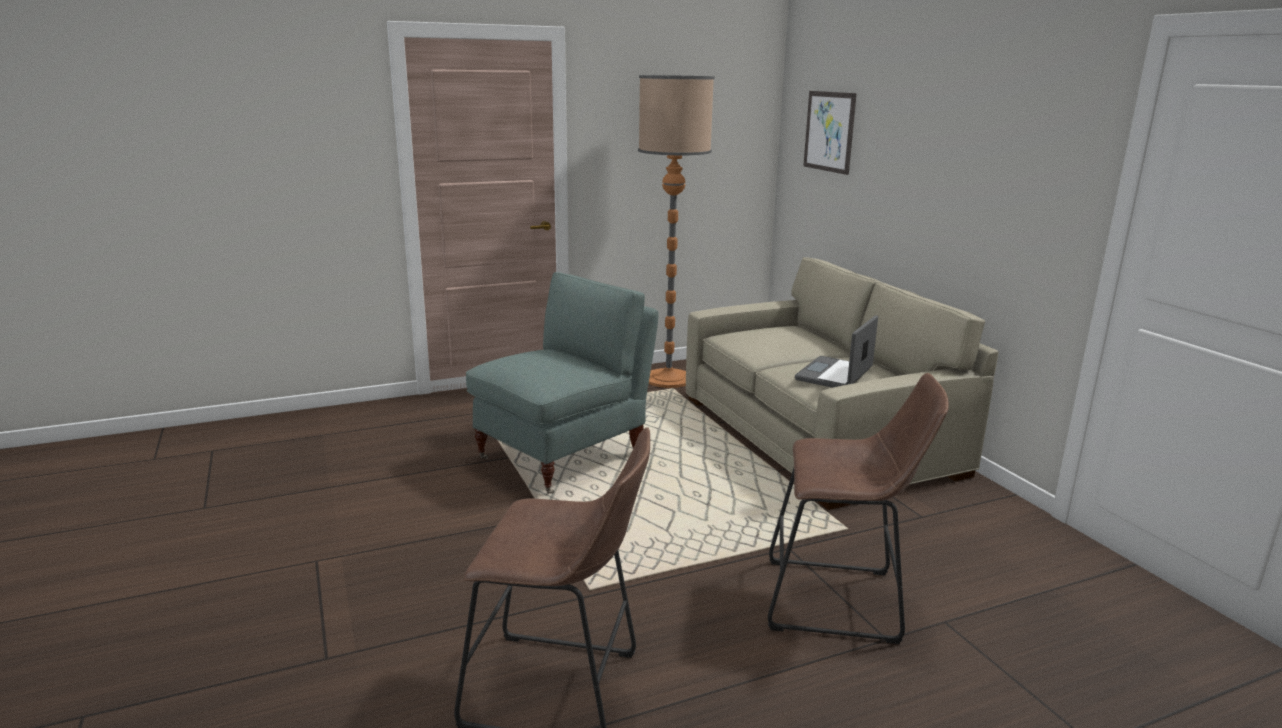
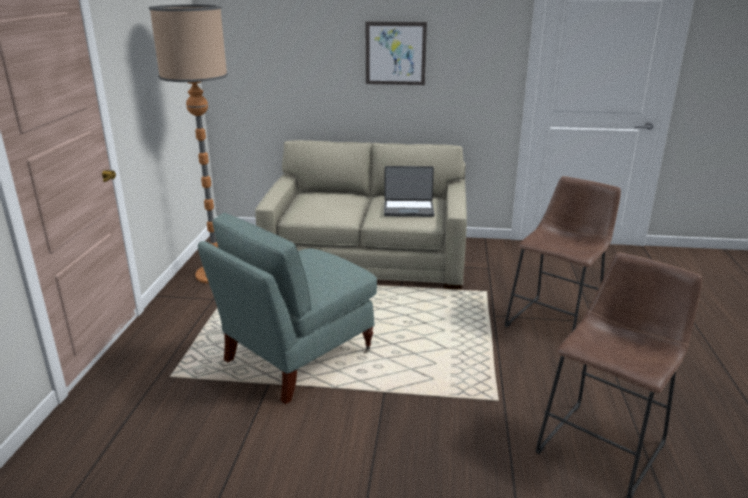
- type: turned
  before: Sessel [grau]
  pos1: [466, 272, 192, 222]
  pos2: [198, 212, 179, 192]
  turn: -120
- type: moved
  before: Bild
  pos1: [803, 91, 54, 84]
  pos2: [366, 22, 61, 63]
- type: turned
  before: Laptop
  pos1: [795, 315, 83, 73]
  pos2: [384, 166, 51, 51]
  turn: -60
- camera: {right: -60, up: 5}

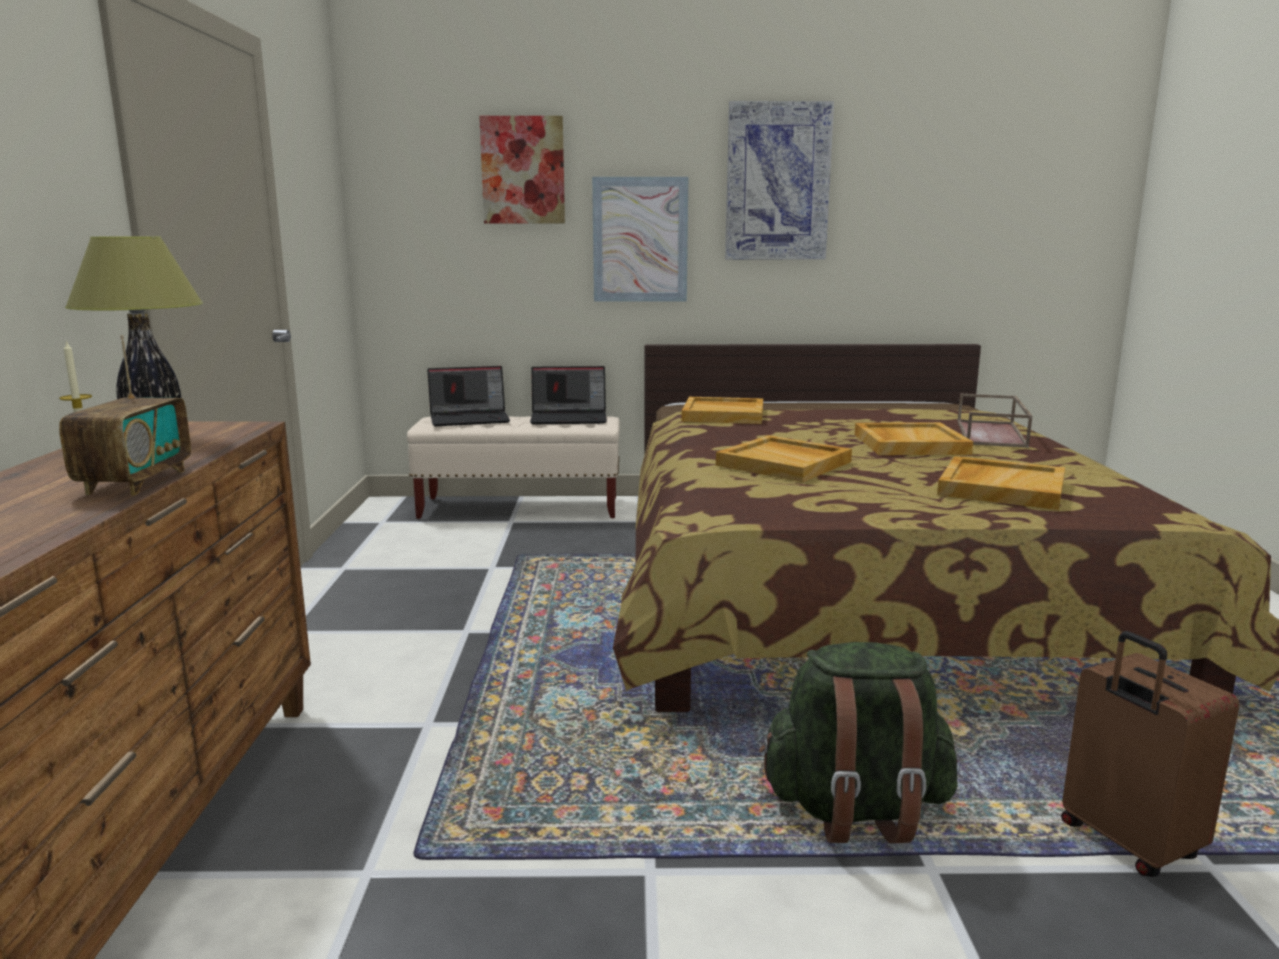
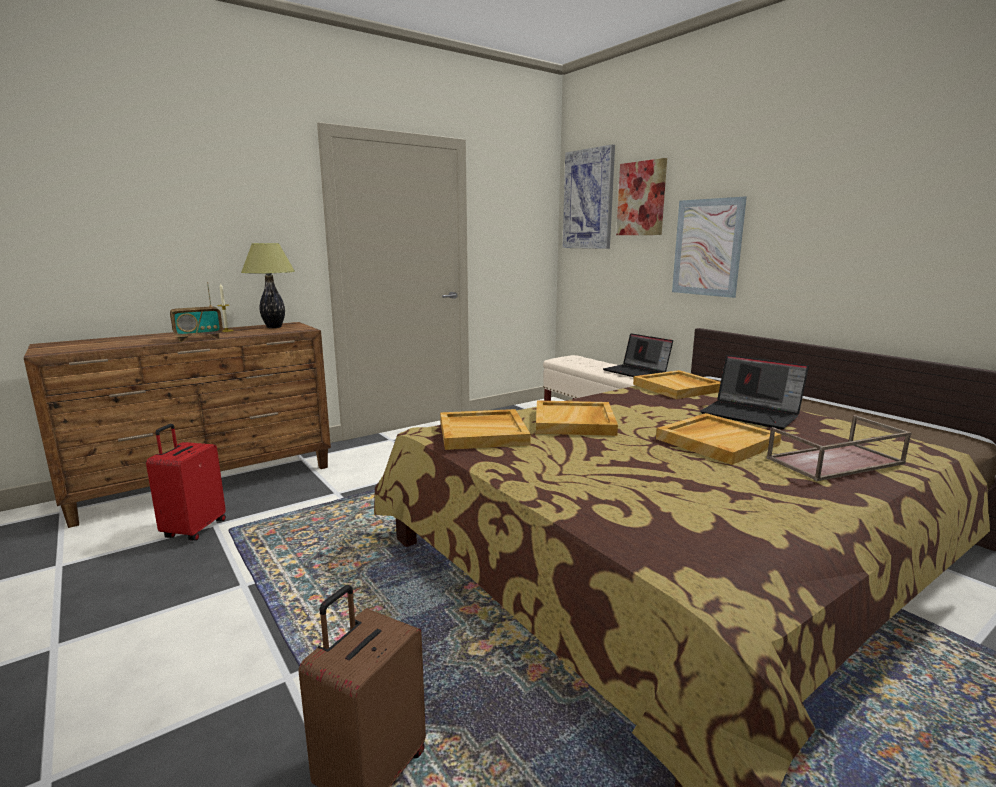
- type: added
  after: Koffer [rot]
  pos2: [146, 424, 80, 117]
- type: moved
  before: Tablett [beige]
  pos1: [937, 456, 128, 54]
  pos2: [440, 409, 91, 41]
- type: moved
  before: Bild
  pos1: [725, 101, 109, 159]
  pos2: [562, 144, 53, 105]
- type: moved
  before: Laptop
  pos1: [427, 366, 83, 60]
  pos2: [700, 355, 109, 74]
- type: removed
  before: Rucksack [grün]
  pos1: [759, 642, 199, 202]
- camera: {right: 55, up: 0}

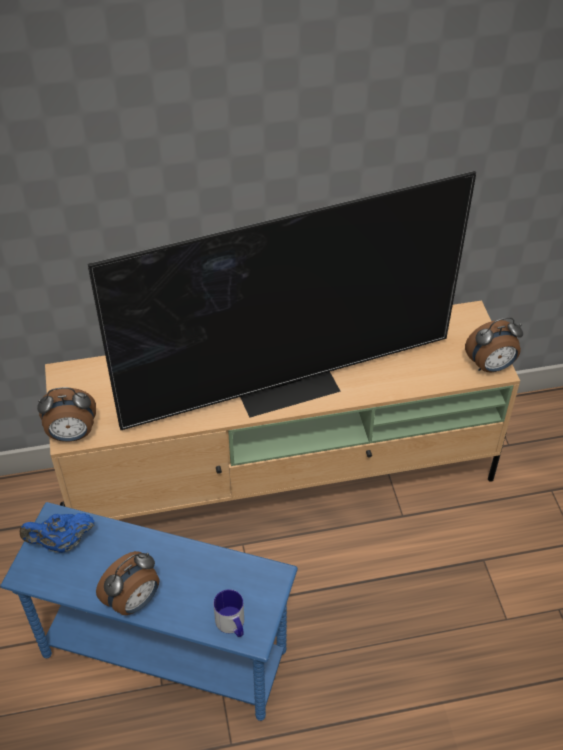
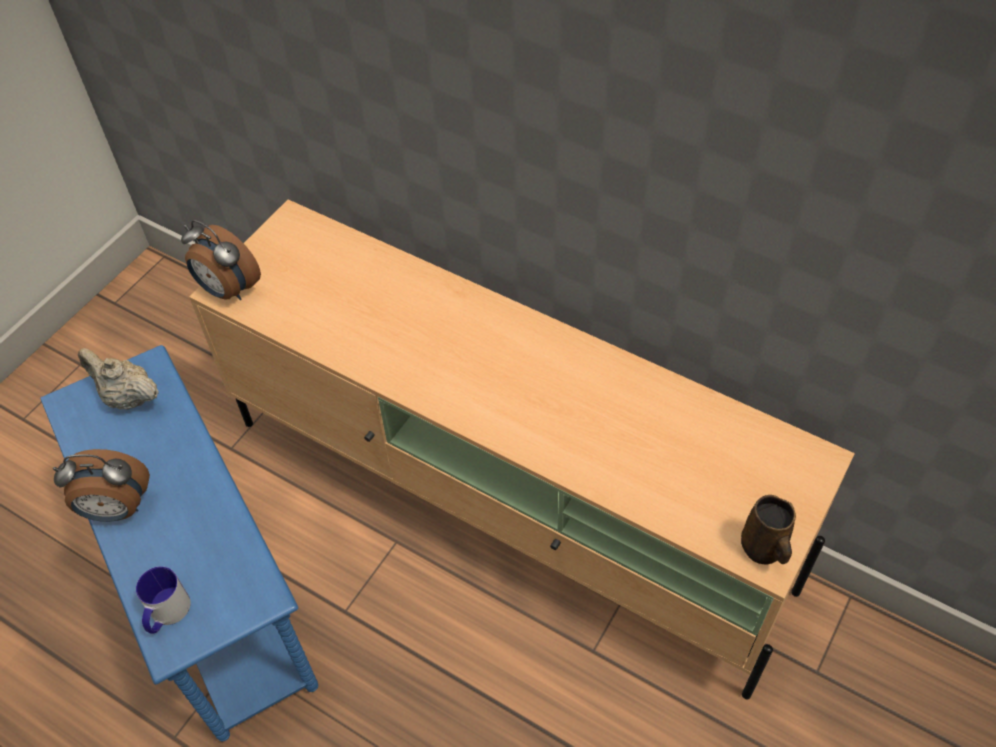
- type: recoloured
  before: Teekanne [blau]
  after: Teekanne [beige]
  pos1: [19, 513, 75, 40]
  pos2: [78, 348, 81, 62]
- type: replaced
  before: Wecker
  after: Henkelbecher [braun]
  pos1: [465, 317, 58, 55]
  pos2: [741, 495, 55, 70]
- type: removed
  before: Fernseher
  pos1: [88, 171, 388, 259]
- camera: {right: 45, up: 5}

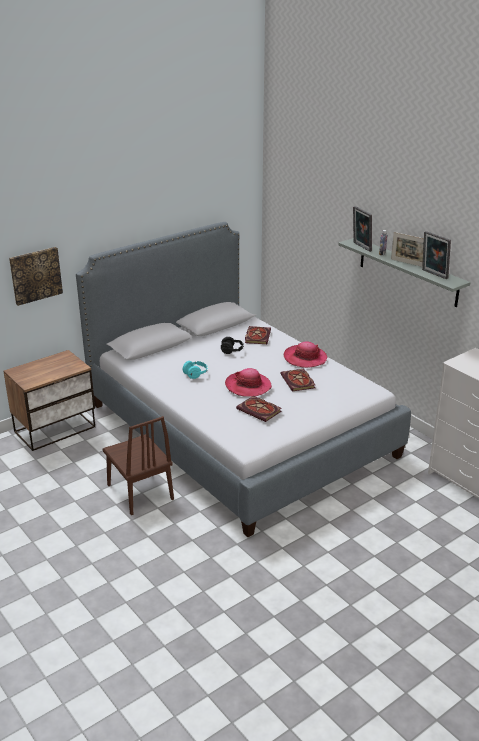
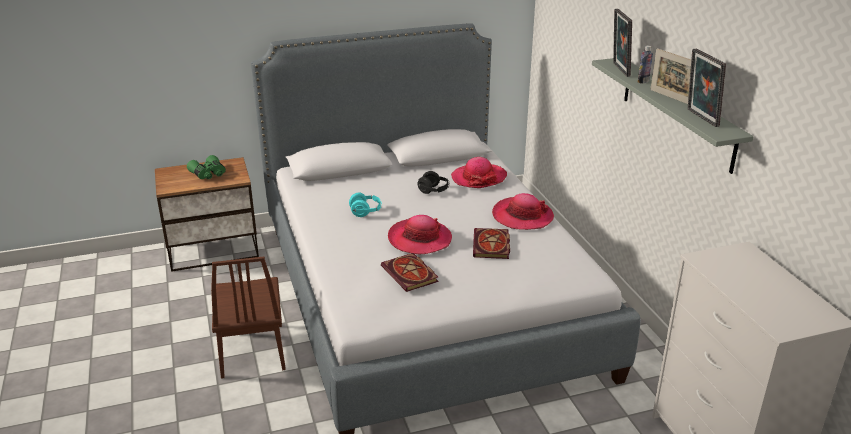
- type: added
  after: Fernglas [grün]
  pos2: [187, 155, 39, 24]
- type: replaced
  before: Buch
  after: Hut
  pos1: [245, 326, 26, 18]
  pos2: [451, 157, 56, 31]
- type: removed
  before: Bild
  pos1: [9, 247, 54, 59]
- camera: {right: 20, up: 0}

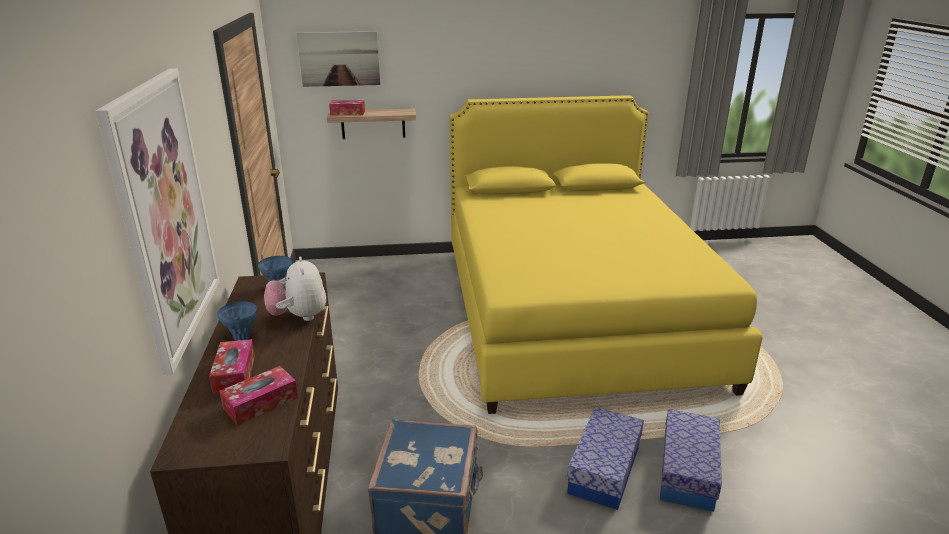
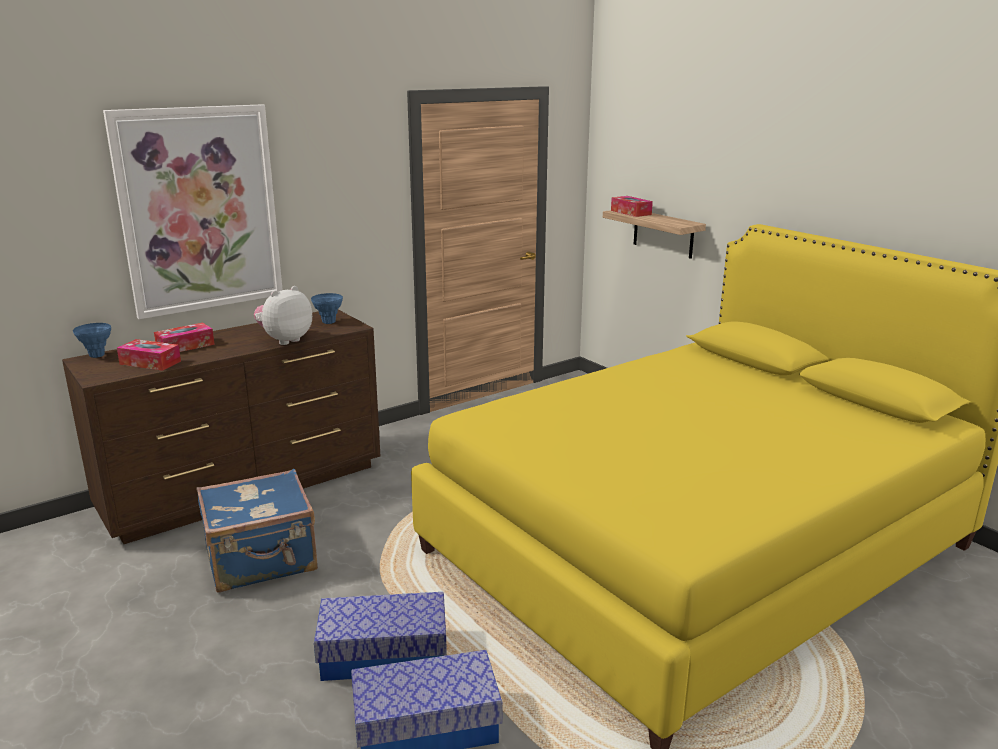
- type: moved
  before: Vase [blau]
  pos1: [217, 301, 40, 40]
  pos2: [73, 323, 38, 35]
- type: removed
  before: Bild
  pos1: [297, 31, 83, 56]
- camera: {right: 60, up: -5}

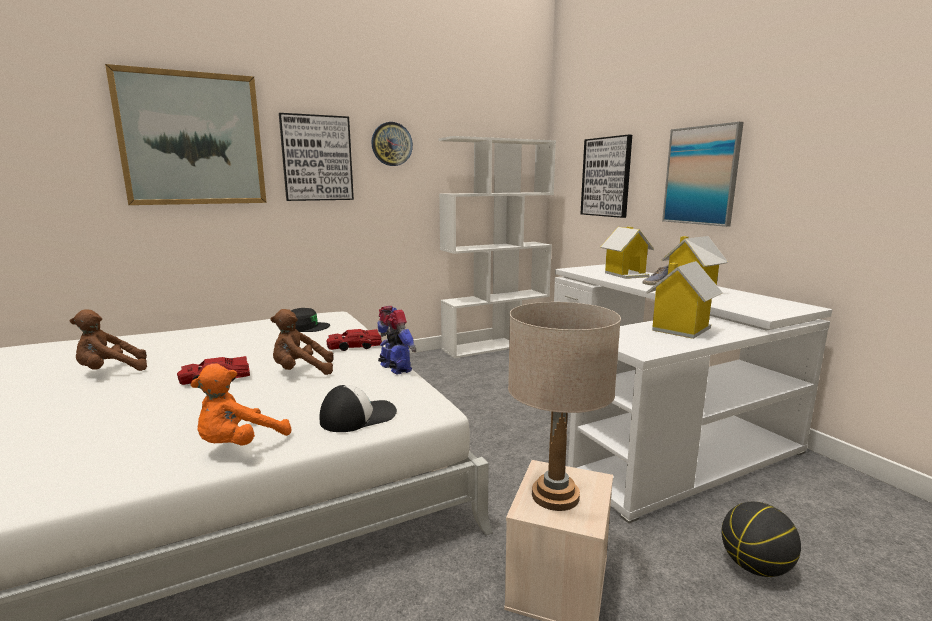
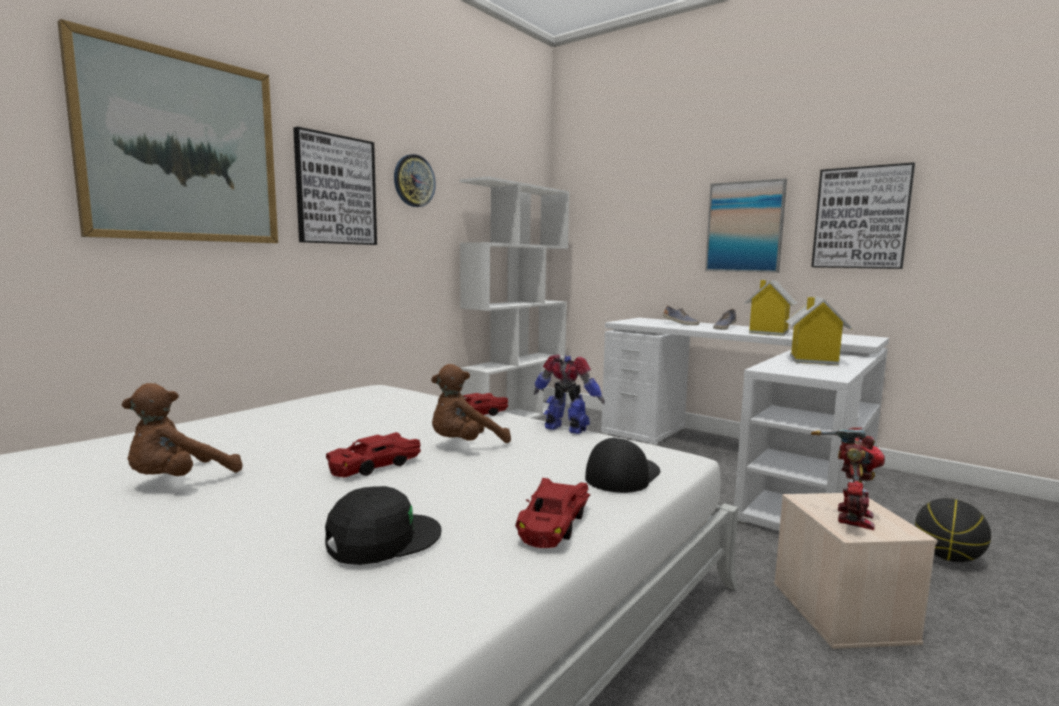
- type: moved
  before: Kappe [schwarz]
  pos1: [291, 308, 39, 24]
  pos2: [325, 486, 116, 79]
- type: replaced
  before: Plüschtier [orange]
  after: Spielzeugauto [rot]
  pos1: [191, 363, 100, 82]
  pos2: [515, 478, 75, 70]
- type: replaced
  before: Spielzeughaus
  after: Schuh
  pos1: [601, 227, 53, 52]
  pos2: [663, 305, 37, 20]
- type: moved
  before: Bild
  pos1: [580, 135, 52, 83]
  pos2: [811, 162, 104, 107]
- type: replaced
  before: Tischlampe [beige]
  after: Spielzeugroboter
  pos1: [508, 302, 113, 209]
  pos2: [811, 427, 74, 103]
- camera: {right: -25, up: -5}

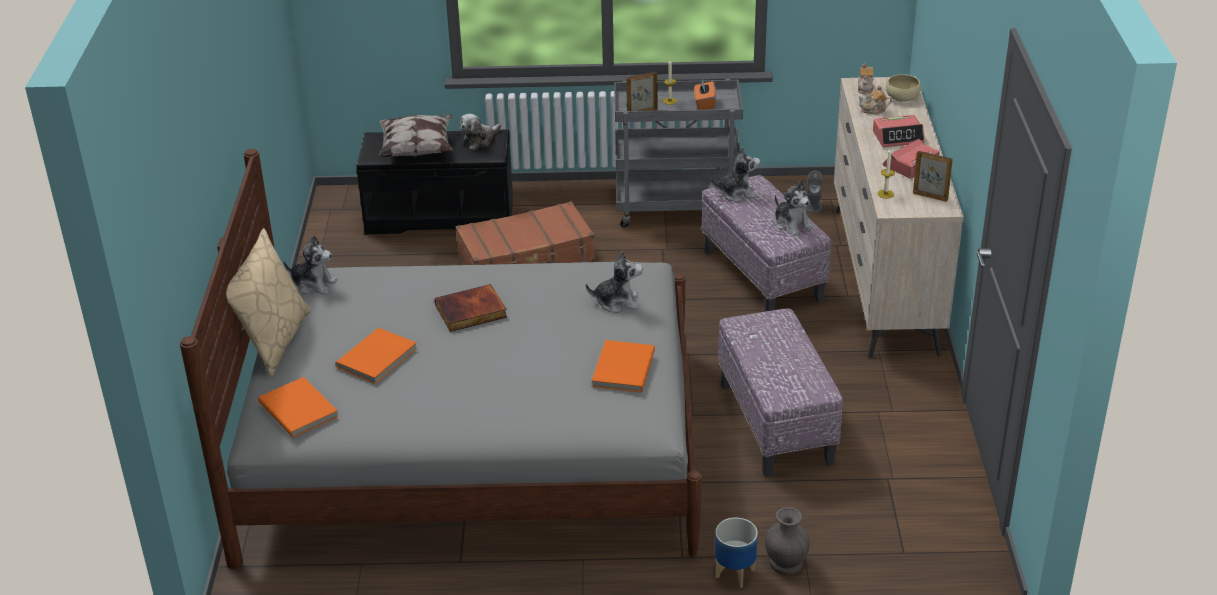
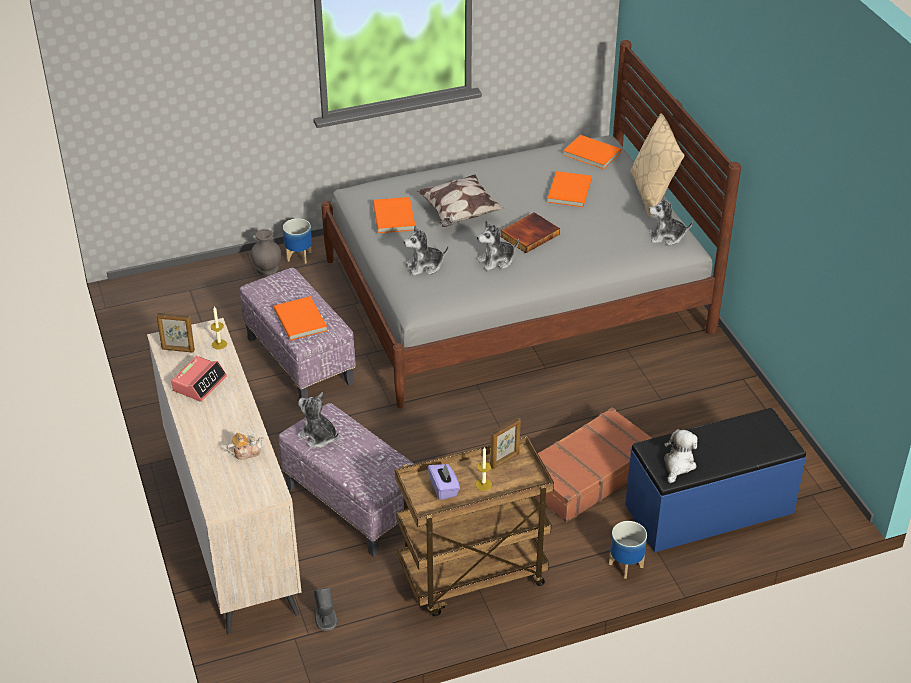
- type: added
  after: Buch [orange]
  pos2: [274, 296, 53, 44]
- type: recoloured
  before: Rollwagen [grau]
  after: Rollwagen [braun]
  pos1: [614, 79, 129, 149]
  pos2: [395, 436, 159, 180]
- type: moved
  before: Kissen
  pos1: [379, 114, 74, 43]
  pos2: [417, 174, 88, 53]
- type: recoloured
  before: Taschentuchbox [orange]
  after: Taschentuchbox [lila]
  pos1: [694, 79, 22, 31]
  pos2: [428, 463, 32, 37]
- type: moved
  before: Plüschtier
  pos1: [710, 147, 51, 55]
  pos2: [477, 221, 42, 50]
- type: added
  after: Pflanzkübel
  pos2: [609, 521, 38, 58]
- type: recoloured
  before: Bank [schwarz]
  after: Bank [blau]
  pos1: [356, 130, 157, 105]
  pos2: [625, 408, 181, 145]
- type: removed
  before: Teekanne
  pos1: [858, 63, 16, 31]
- type: removed
  before: Wecker
  pos1: [873, 115, 52, 32]
- type: removed
  before: Schüssel [beige]
  pos1: [886, 74, 35, 28]
- camera: {right: 160, up: 5}

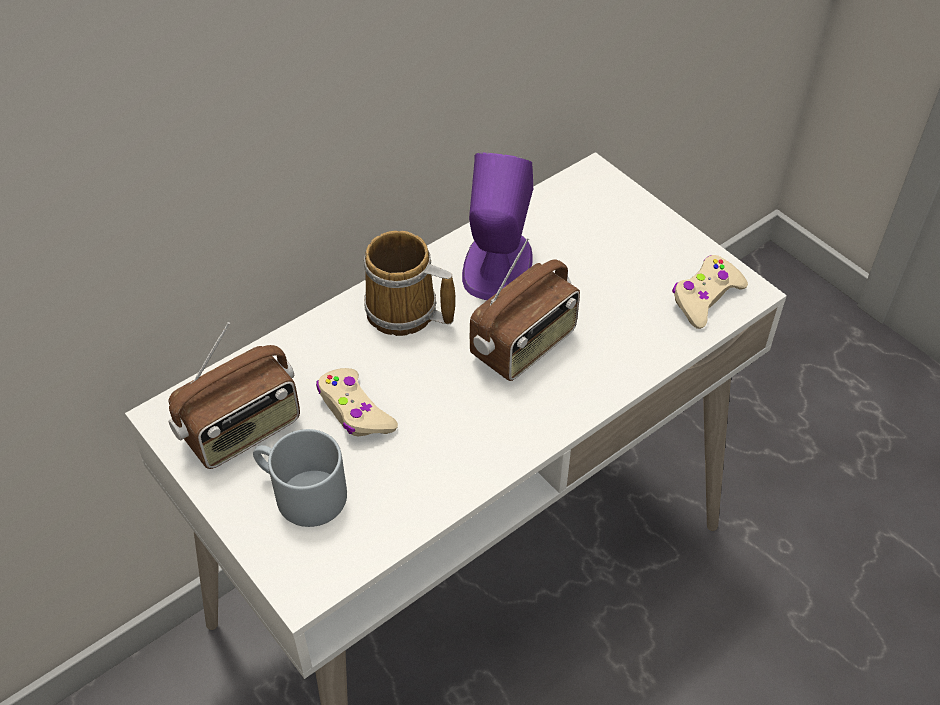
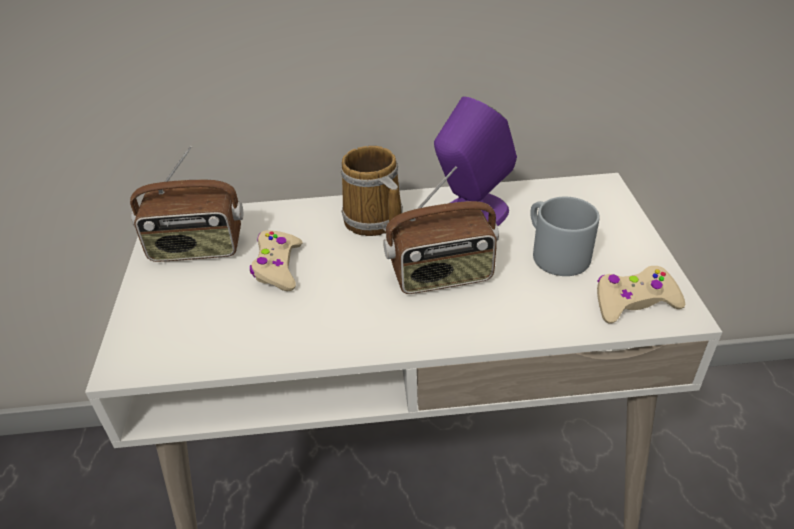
- type: moved
  before: Henkelbecher [grau]
  pos1: [253, 429, 94, 98]
  pos2: [530, 197, 70, 79]
- camera: {right: 35, up: -10}

